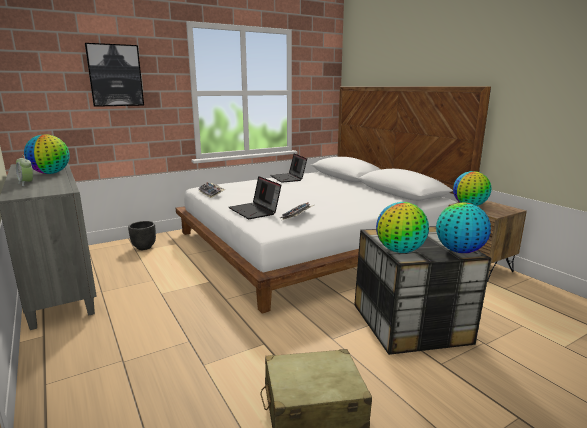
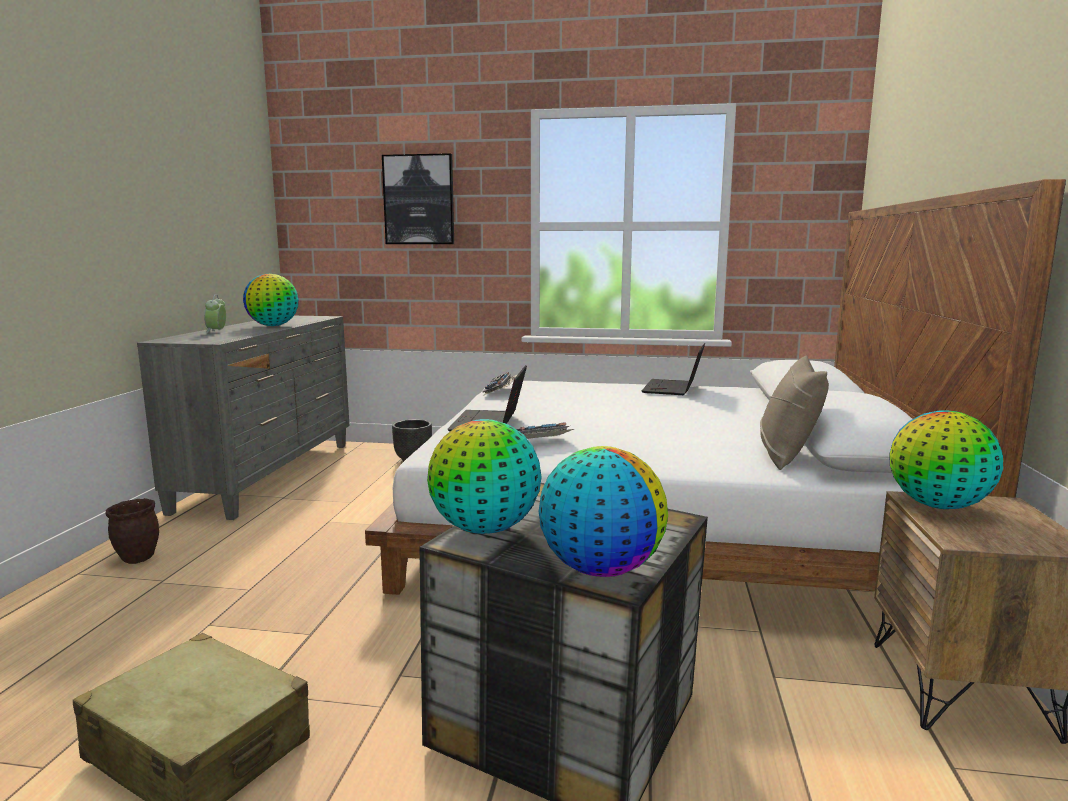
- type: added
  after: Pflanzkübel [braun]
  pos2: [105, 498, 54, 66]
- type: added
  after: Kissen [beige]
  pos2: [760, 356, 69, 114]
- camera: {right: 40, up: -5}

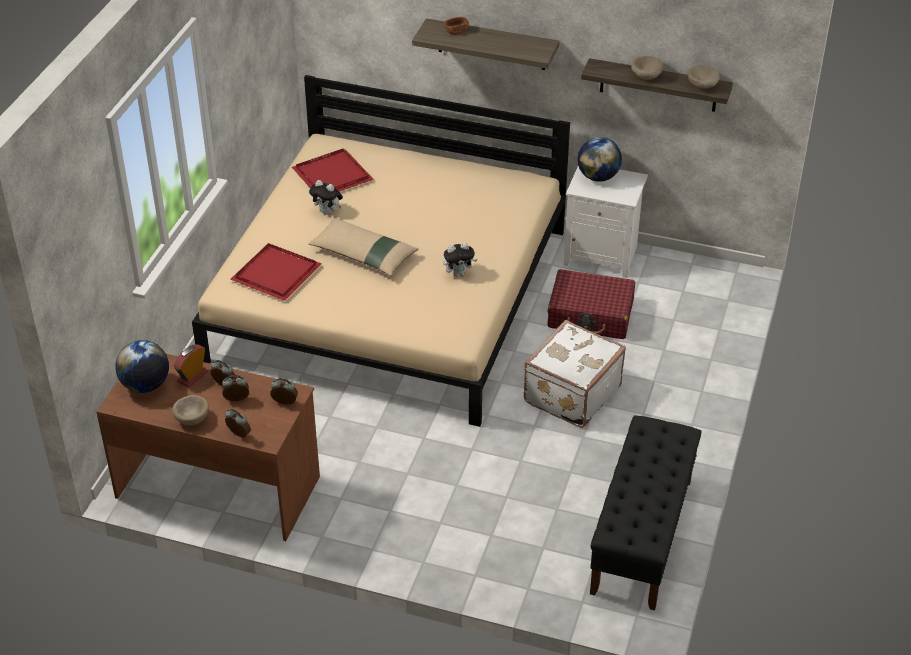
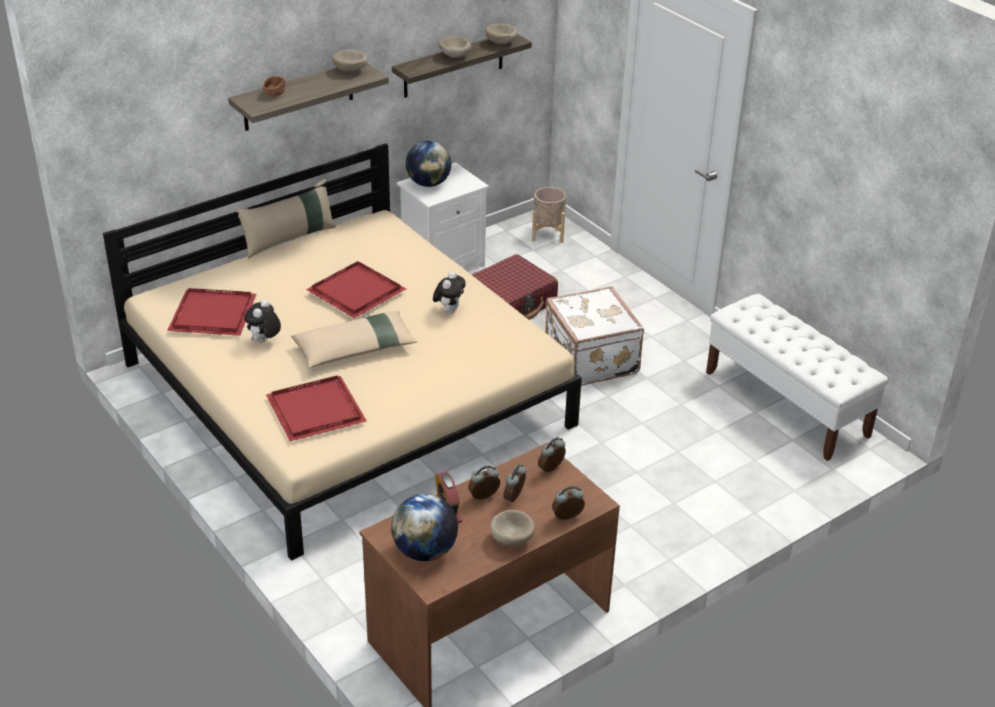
- type: added
  after: Kissen [beige]
  pos2: [235, 179, 101, 79]
- type: turned
  before: Plüschtier
  pos1: [309, 180, 34, 35]
  pos2: [244, 299, 37, 43]
  turn: 135
- type: added
  after: Tablett [rot]
  pos2: [306, 261, 100, 57]
- type: added
  after: Schüssel [beige]
  pos2: [333, 49, 34, 23]
- type: added
  after: Pflanzkübel [beige]
  pos2: [532, 187, 34, 56]
- type: recoloured
  before: Bank [schwarz]
  after: Bank [weiß]
  pos1: [590, 415, 111, 196]
  pos2: [706, 294, 183, 167]
- camera: {right: -55, up: -5}

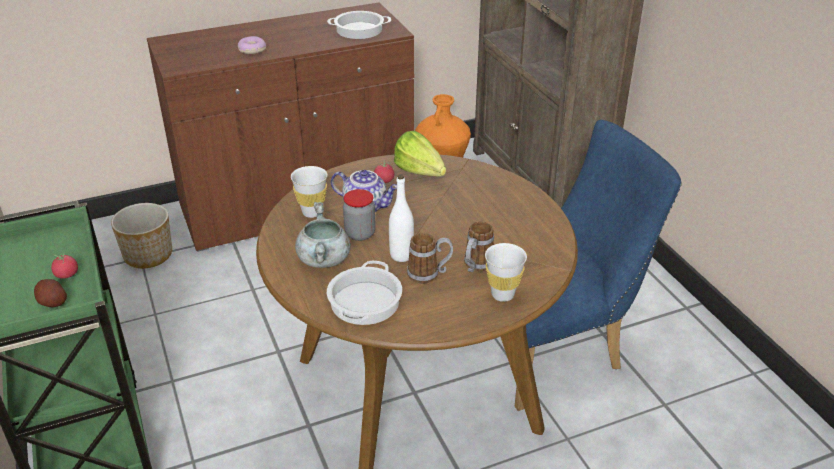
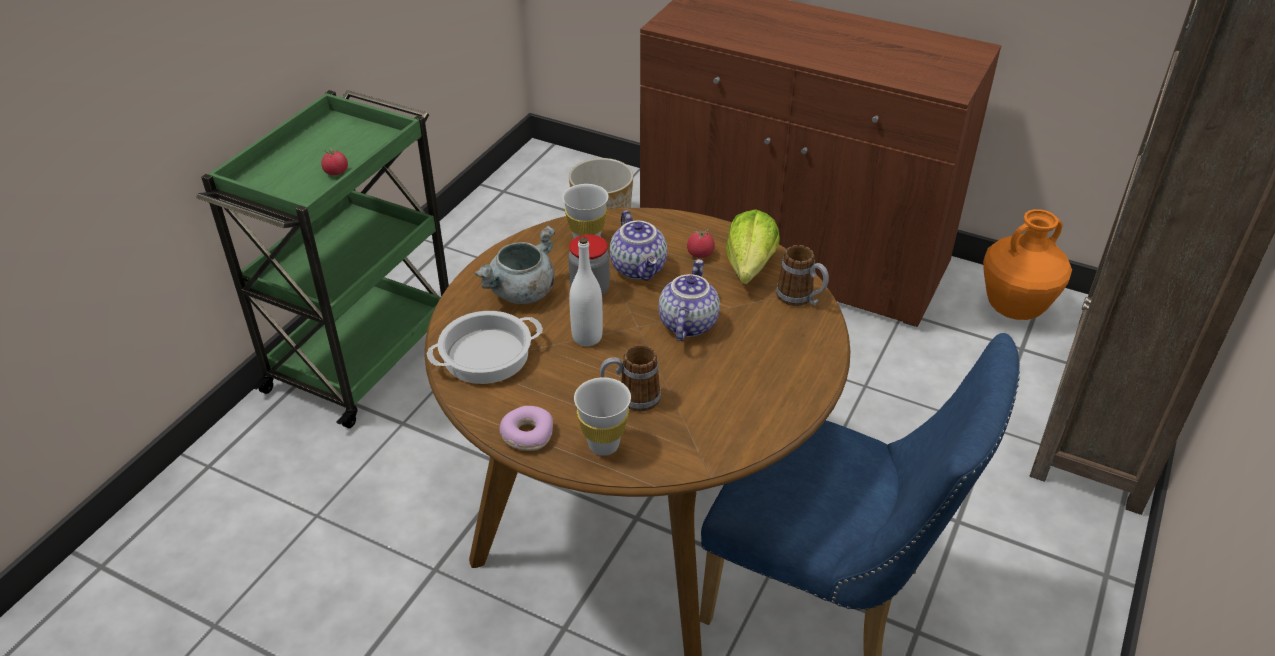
- type: moved
  before: Donut
  pos1: [238, 36, 28, 18]
  pos2: [499, 406, 54, 45]
- type: added
  after: Teekanne
  pos2: [659, 259, 61, 82]
- type: moved
  before: Henkelbecher
  pos1: [407, 233, 46, 50]
  pos2: [776, 245, 53, 61]
- type: removed
  before: Kartoffel
  pos1: [34, 279, 33, 28]
- type: removed
  before: Kochtopf
  pos1: [327, 11, 64, 28]
- camera: {right: 50, up: 5}

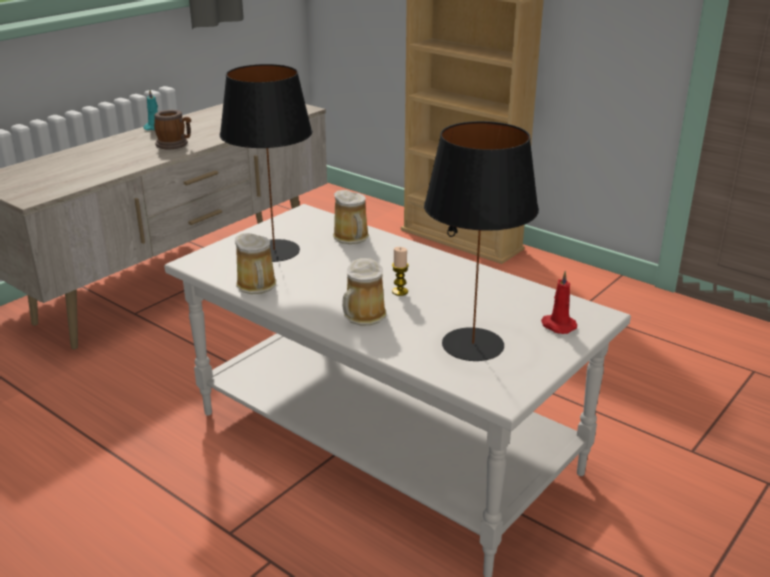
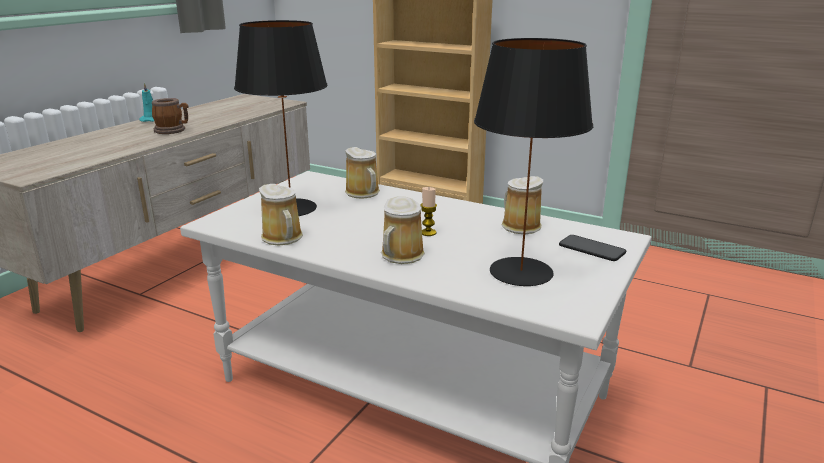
- type: added
  after: Henkelbecher
  pos2: [502, 176, 41, 58]
- type: replaced
  before: Kerze [rot]
  after: Handy
  pos1: [541, 271, 36, 63]
  pos2: [559, 235, 67, 26]
- camera: {right: -10, up: -5}

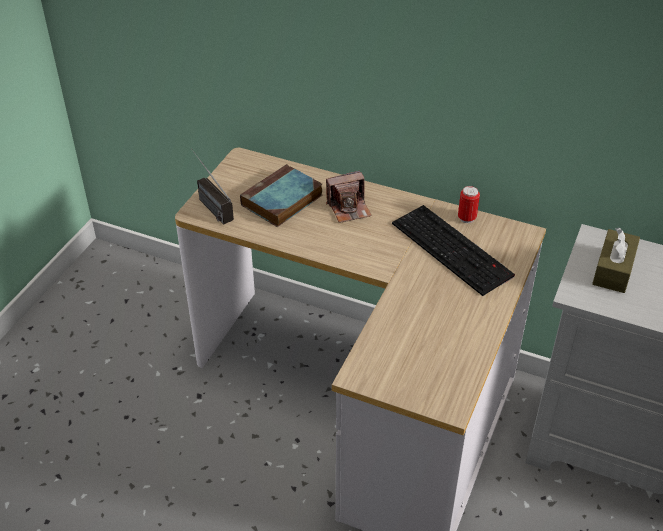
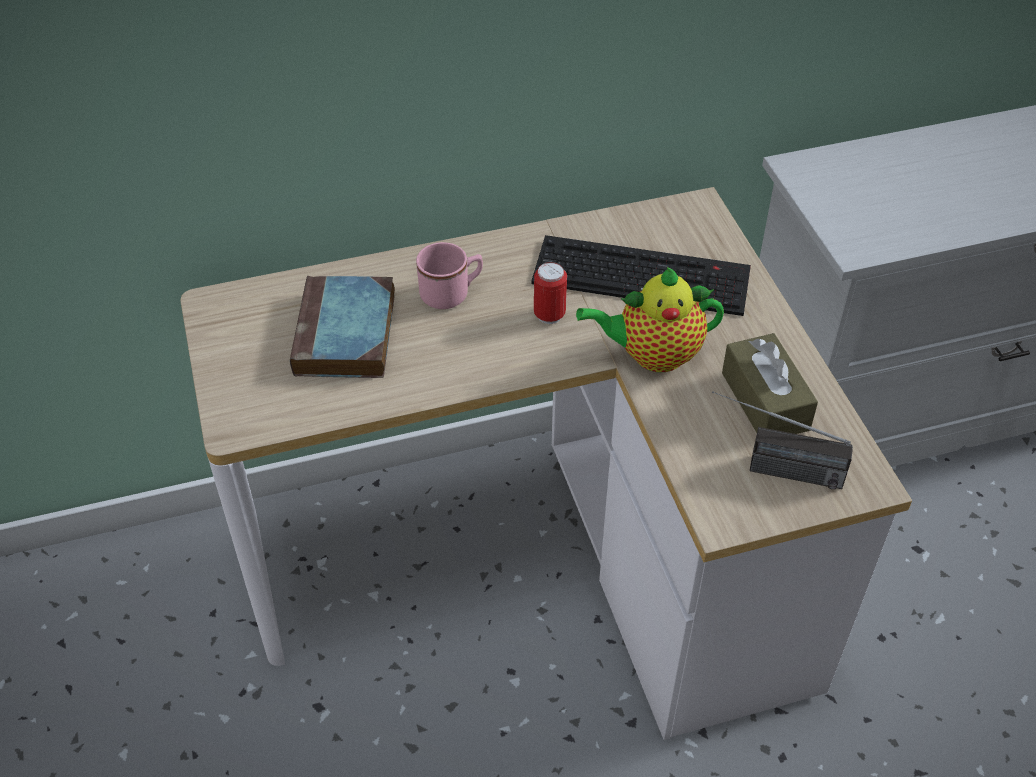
- type: replaced
  before: Kamera
  after: Henkelbecher [rosa]
  pos1: [326, 171, 46, 52]
  pos2: [416, 242, 67, 67]
- type: moved
  before: Dose
  pos1: [458, 186, 22, 37]
  pos2: [534, 262, 33, 62]
- type: added
  after: Teekanne
  pos2: [576, 267, 148, 105]
- type: moved
  before: Radio
  pos1: [191, 148, 43, 77]
  pos2: [712, 391, 141, 98]
- type: moved
  before: Taschentuchbox [braun]
  pos1: [592, 228, 48, 65]
  pos2: [722, 333, 96, 101]
- camera: {right: -40, up: 5}

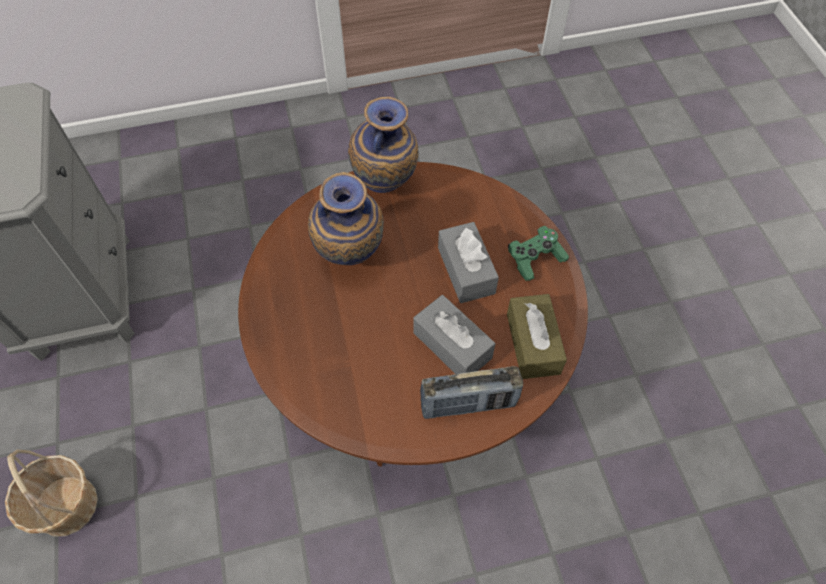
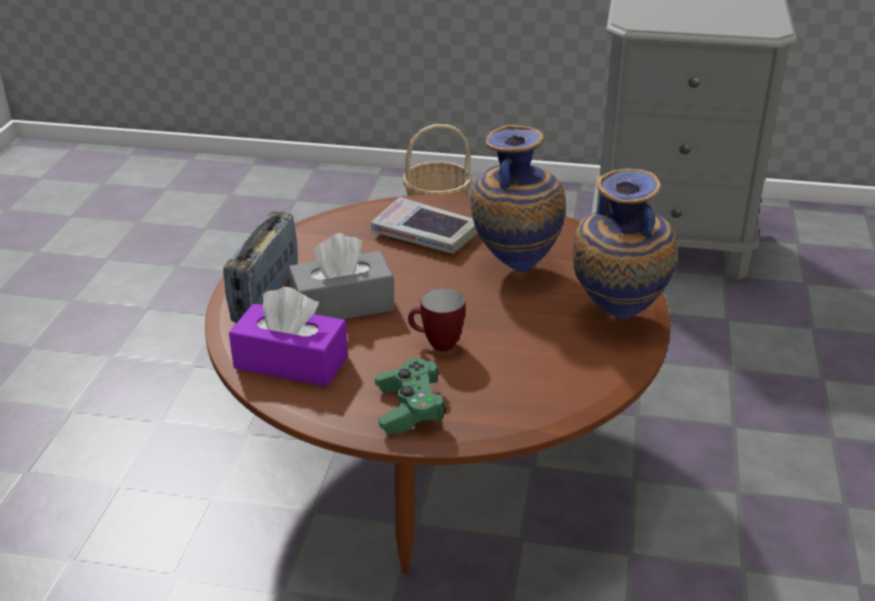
- type: recoloured
  before: Taschentuchbox [braun]
  after: Taschentuchbox [lila]
  pos1: [507, 294, 60, 85]
  pos2: [229, 287, 119, 100]
- type: added
  after: Buch
  pos2: [371, 197, 107, 57]
- type: replaced
  before: Taschentuchbox [grau]
  after: Henkelbecher
  pos1: [438, 222, 61, 81]
  pos2: [408, 288, 57, 63]
- camera: {right: 115, up: -25}

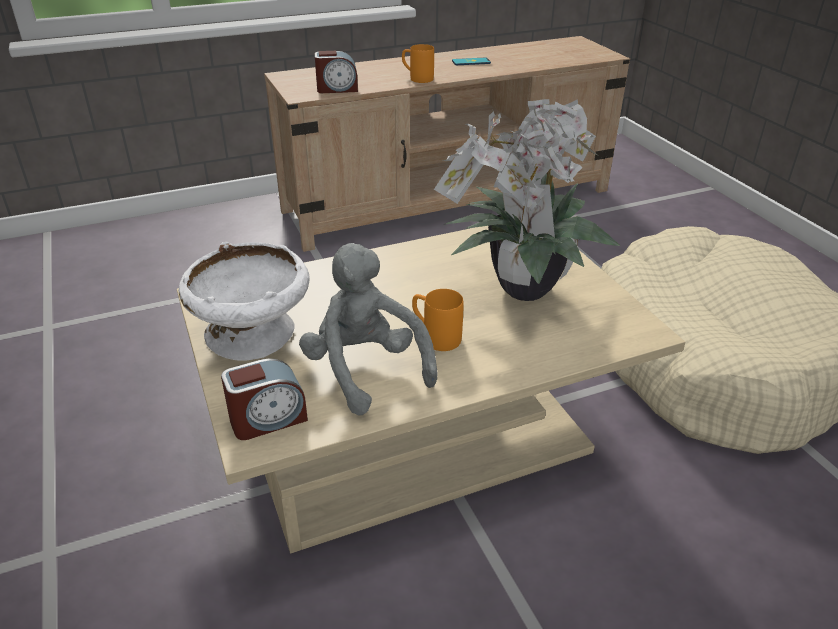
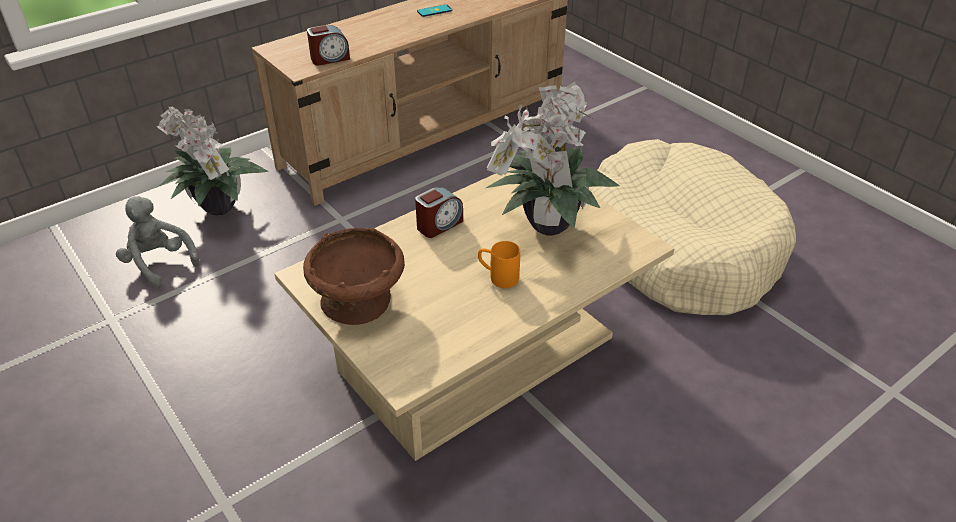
- type: moved
  before: Plüschtier [grau]
  pos1: [299, 243, 139, 172]
  pos2: [116, 196, 83, 91]
- type: added
  after: Topfpflanze
  pos2: [157, 106, 111, 109]
- type: recoloured
  before: Schüssel [weiß]
  after: Schüssel [braun]
  pos1: [179, 242, 131, 118]
  pos2: [303, 228, 102, 97]
- type: moved
  before: Wecker
  pos1: [221, 359, 87, 81]
  pos2: [415, 187, 48, 51]
- type: removed
  before: Henkelbecher [orange]
  pos1: [402, 44, 32, 39]
- camera: {right: -15, up: 5}

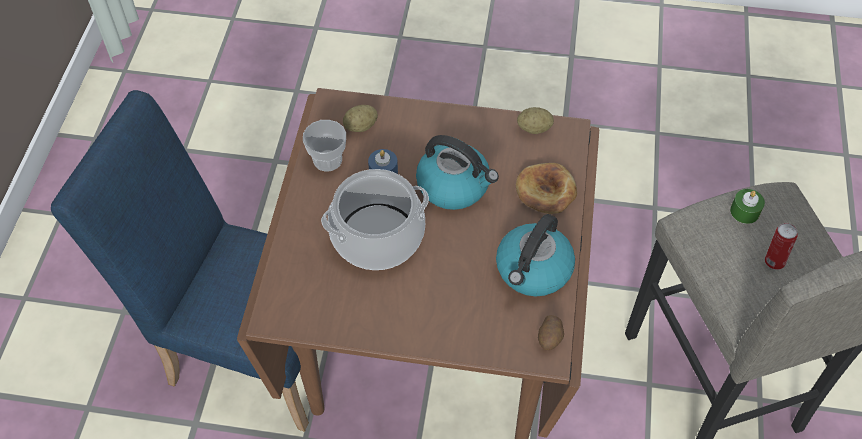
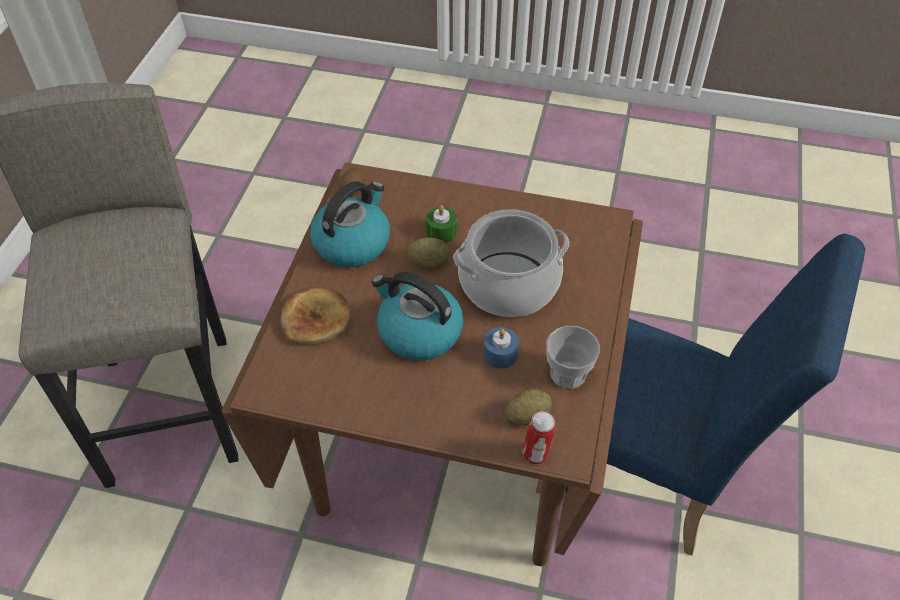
- type: moved
  before: Kartoffel
  pos1: [517, 107, 37, 27]
  pos2: [408, 237, 42, 31]
- type: moved
  before: Kerze [grün]
  pos1: [730, 189, 35, 35]
  pos2: [426, 205, 31, 38]
- type: moved
  before: Dose
  pos1: [765, 223, 33, 47]
  pos2: [523, 411, 33, 53]
- camera: {right: -175, up: -5}

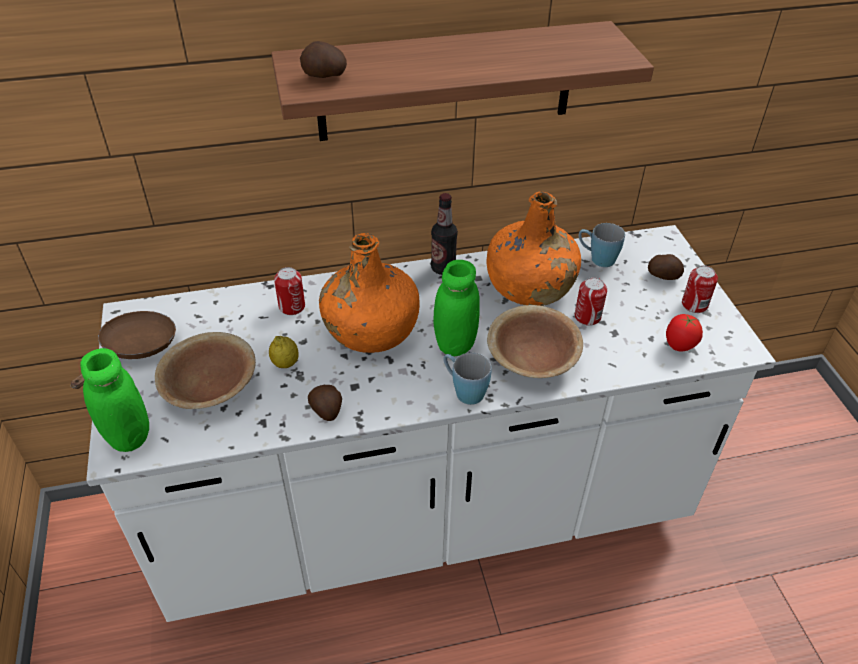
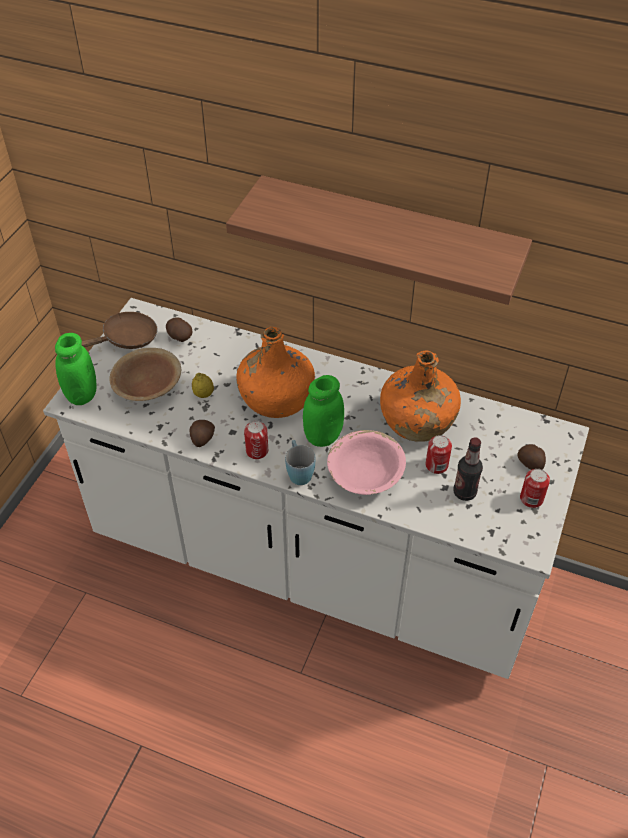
- type: moved
  before: Kartoffel
  pos1: [300, 41, 47, 37]
  pos2: [166, 317, 26, 25]
- type: moved
  before: Dose
  pos1: [274, 267, 31, 48]
  pos2: [244, 421, 24, 38]
- type: recoloured
  before: Schüssel [braun]
  after: Schüssel [rosa]
  pos1: [487, 305, 96, 73]
  pos2: [327, 430, 79, 65]
- type: moved
  before: Flasche
  pos1: [431, 193, 27, 82]
  pos2: [454, 437, 29, 64]
- type: removed
  before: Henkelbecher [blau]
  pos1: [579, 223, 46, 44]
- type: removed
  before: Tomate
  pos1: [666, 314, 37, 38]
- camera: {right: 35, up: 5}

